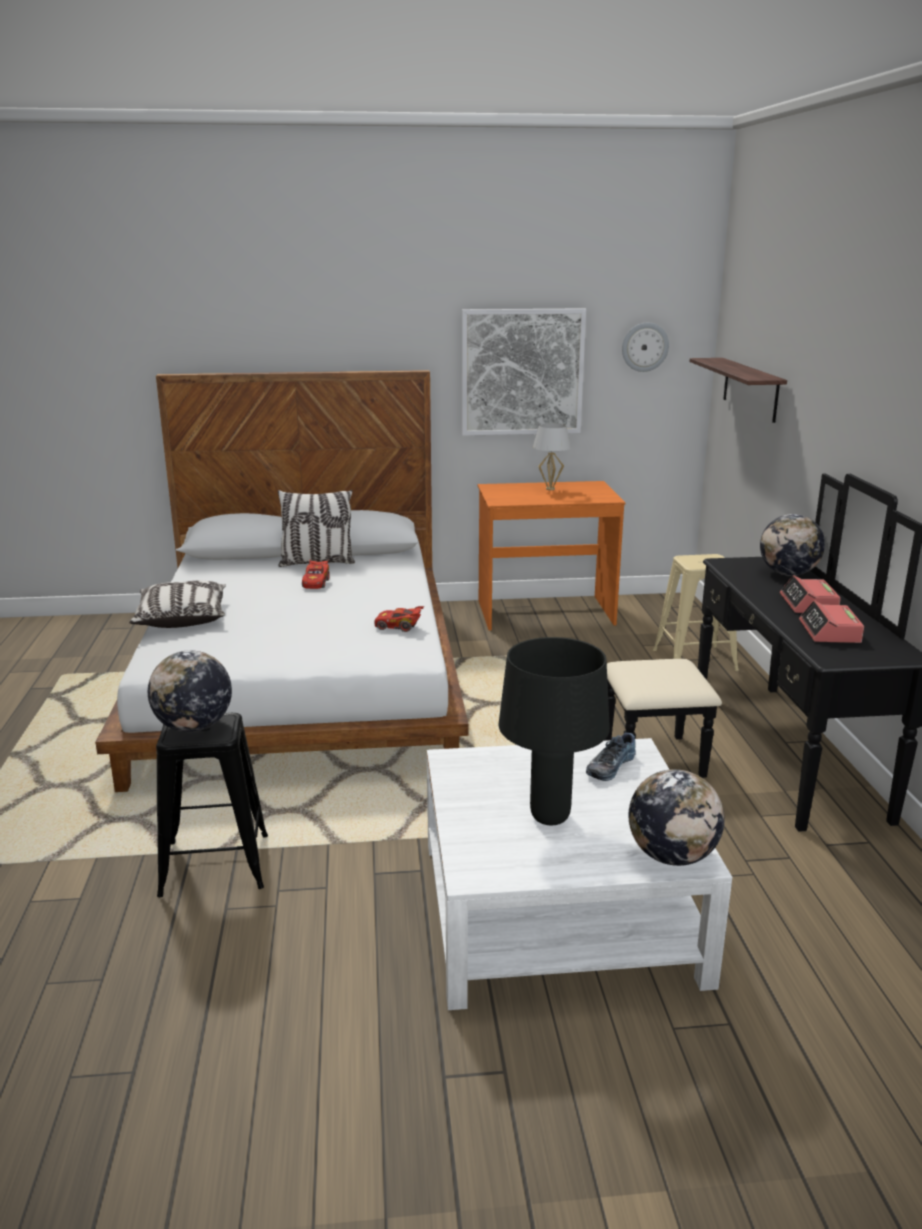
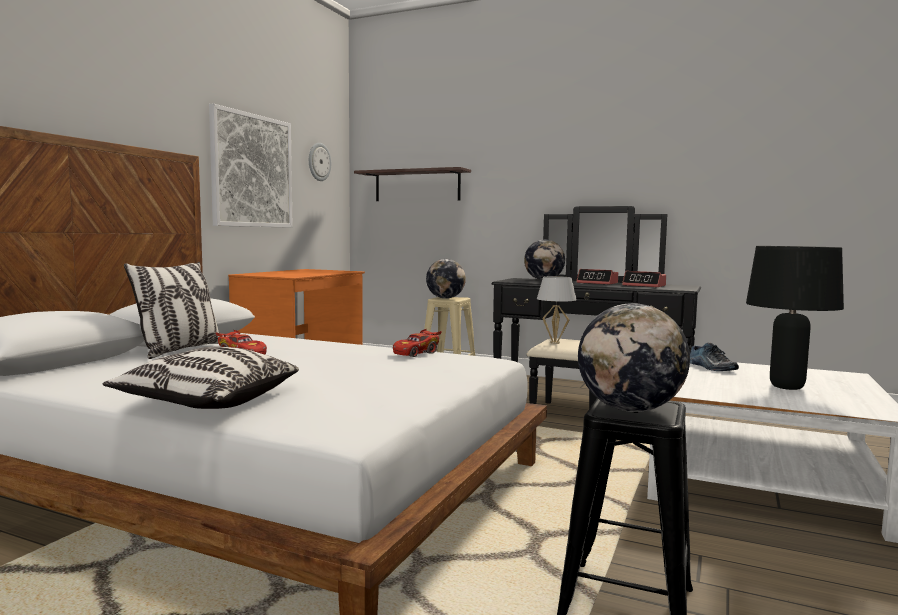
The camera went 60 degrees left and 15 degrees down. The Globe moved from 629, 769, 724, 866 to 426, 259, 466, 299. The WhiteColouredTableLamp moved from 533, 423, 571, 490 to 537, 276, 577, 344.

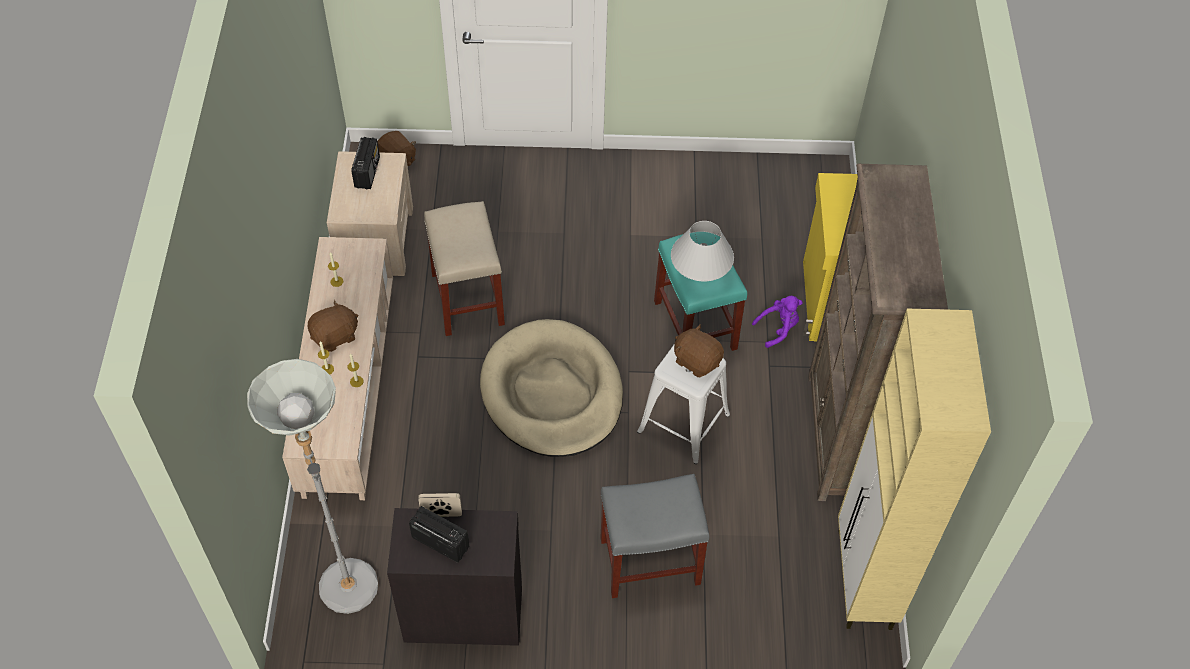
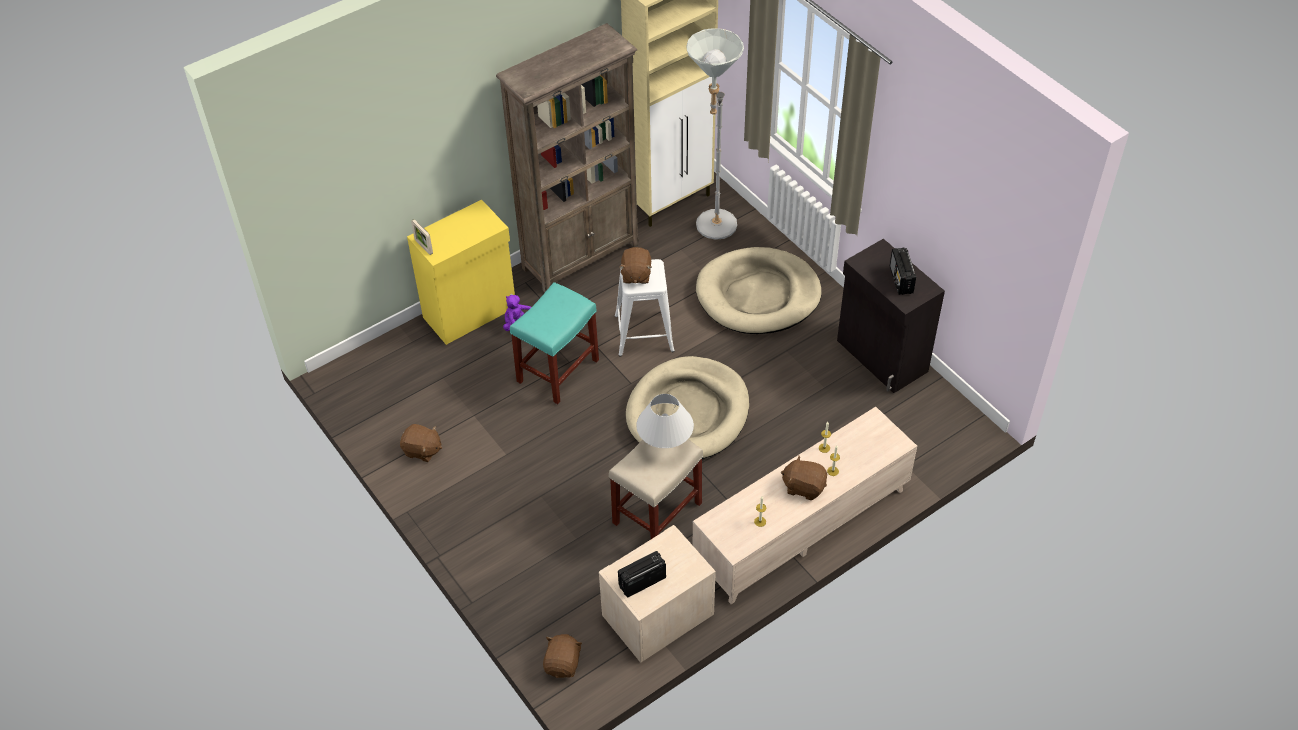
The camera went 125 degrees left and 5 degrees down. The BrownishSoftToy at 400, 424, 442, 462 appeared. The StandingFrame moved from 418, 493, 462, 517 to 411, 219, 433, 255. The WhiteColouredTableLamp moved from 671, 221, 734, 281 to 636, 394, 694, 448. The GreyStandardLamp moved from 247, 359, 378, 614 to 686, 28, 744, 240. The GreyStool at 600, 474, 709, 598 was replaced by the SandColouredPetBed at 696, 247, 822, 334.

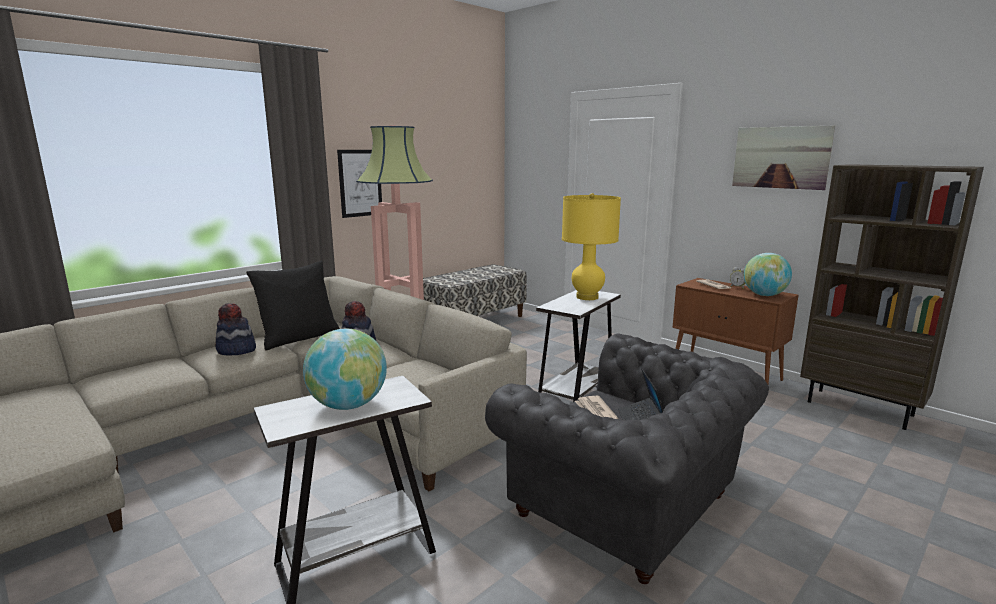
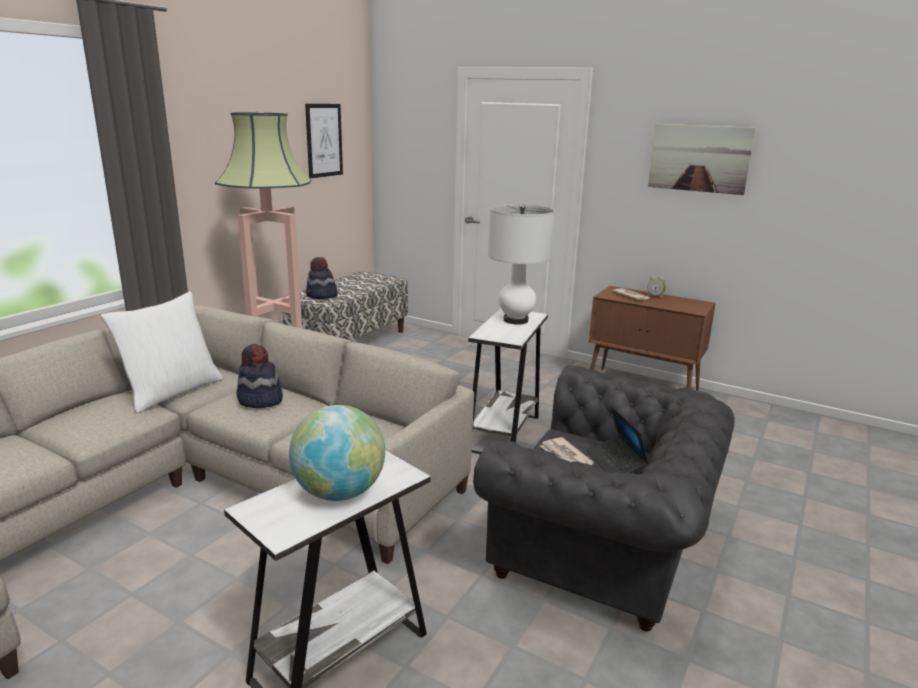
The camera went 15 degrees left and 5 degrees up. The BlackColouredCushion at 246, 261, 340, 350 became the WhiteColouredCushion at 100, 291, 223, 414. The Picture moved from 337, 150, 382, 218 to 305, 104, 343, 178. The WearableHat moved from 215, 303, 256, 355 to 306, 257, 338, 299. The YellowishTableLamp at 562, 193, 621, 300 became the WhiteColouredTableLamp at 488, 204, 555, 325. The Globe at 744, 253, 792, 296 disappeared. The BrownishBookcase at 800, 164, 984, 430 disappeared.

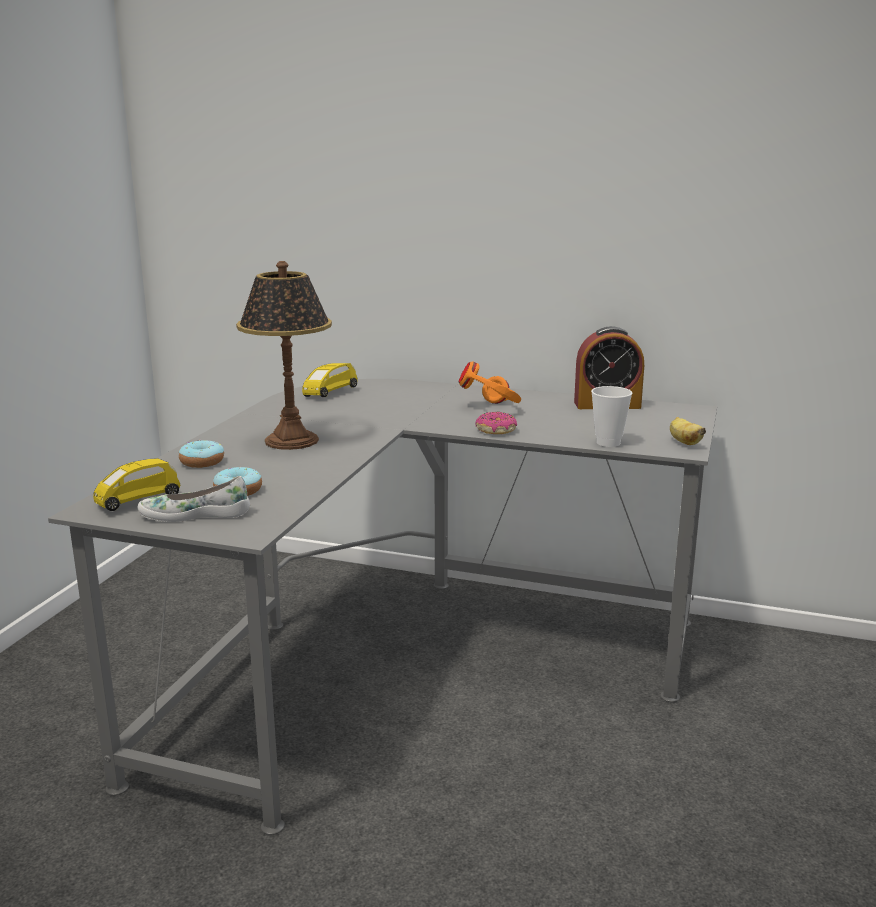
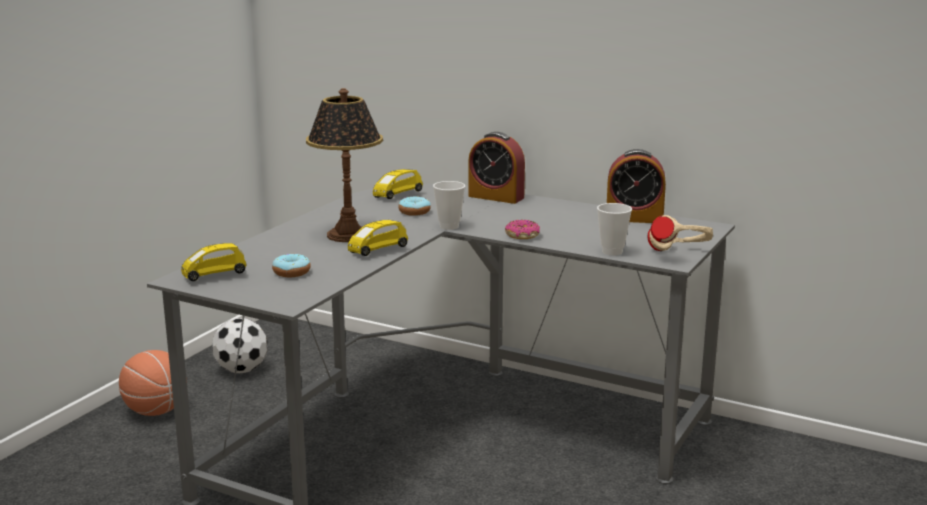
The camera went 10 degrees right and 0 degrees up. The BallForBasketball at 119, 350, 187, 416 appeared. The FootballBall at 212, 318, 267, 373 appeared. The YellowishModelCar at 348, 220, 408, 256 appeared. The RingDoughnut moved from 179, 440, 224, 468 to 398, 196, 431, 216. The DrinkingCup at 433, 181, 466, 230 appeared. The BedsideClock at 468, 132, 525, 204 appeared. The WholeBanana at 670, 417, 706, 445 was replaced by the SandColouredHeadphones at 648, 215, 713, 251. The WhiteColouredItemOfFootwear at 137, 476, 250, 522 disappeared. The OrangeyHeadphones at 459, 362, 521, 404 disappeared.

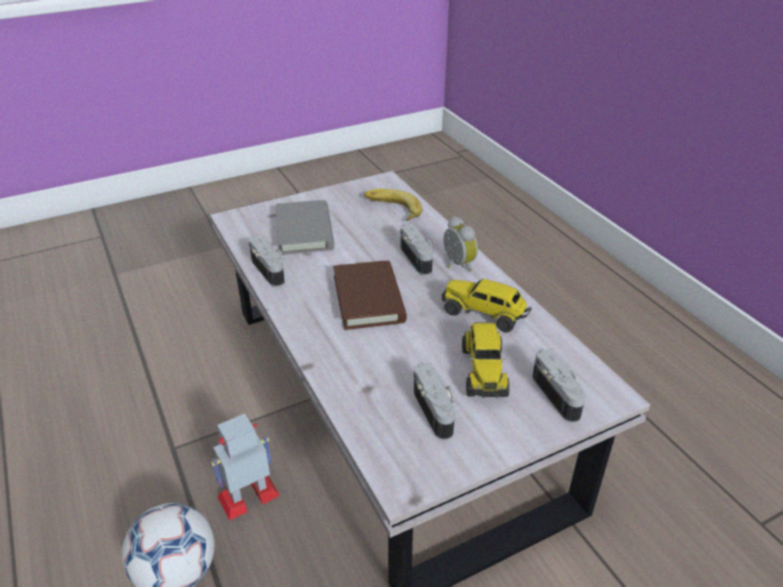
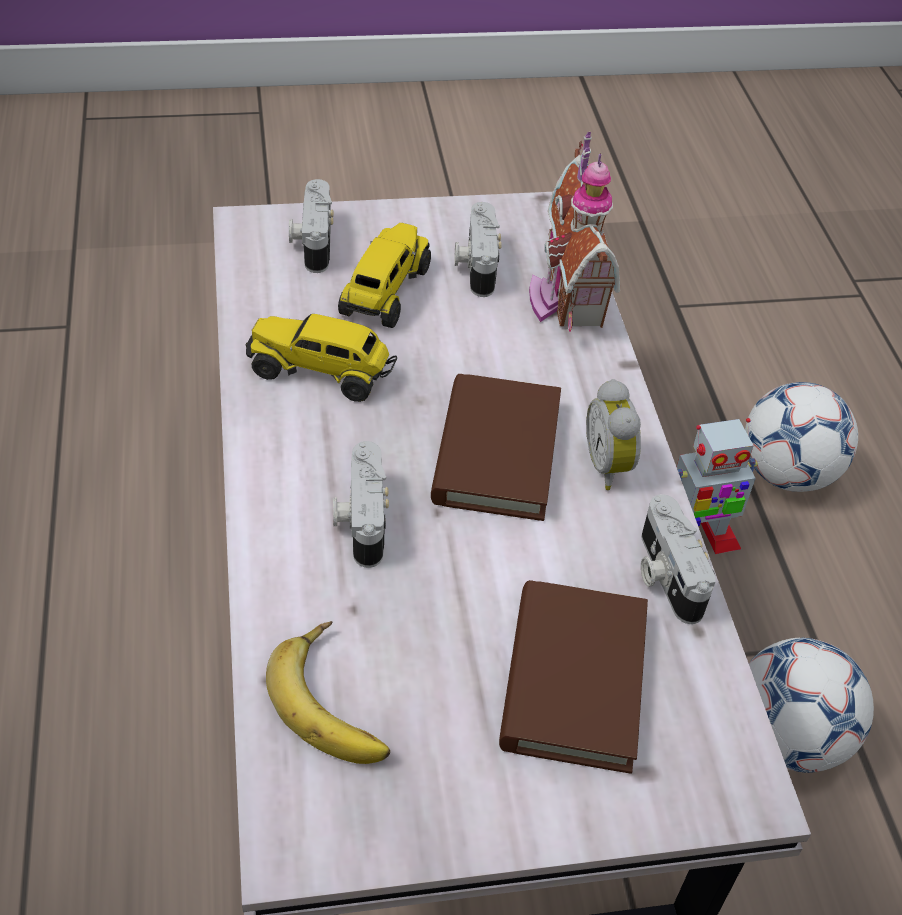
The camera went 165 degrees left and 10 degrees up. The ModelTruck at 442, 279, 532, 333 turned 150 degrees clockwise. The GreyBoundBook at 276, 200, 334, 255 became the BrownishBoundBook at 499, 580, 648, 774. The MiniatureHouse at 529, 132, 620, 332 appeared. The BedsideClock moved from 443, 216, 478, 271 to 586, 379, 641, 490. The FootballBall at 749, 638, 874, 773 appeared.

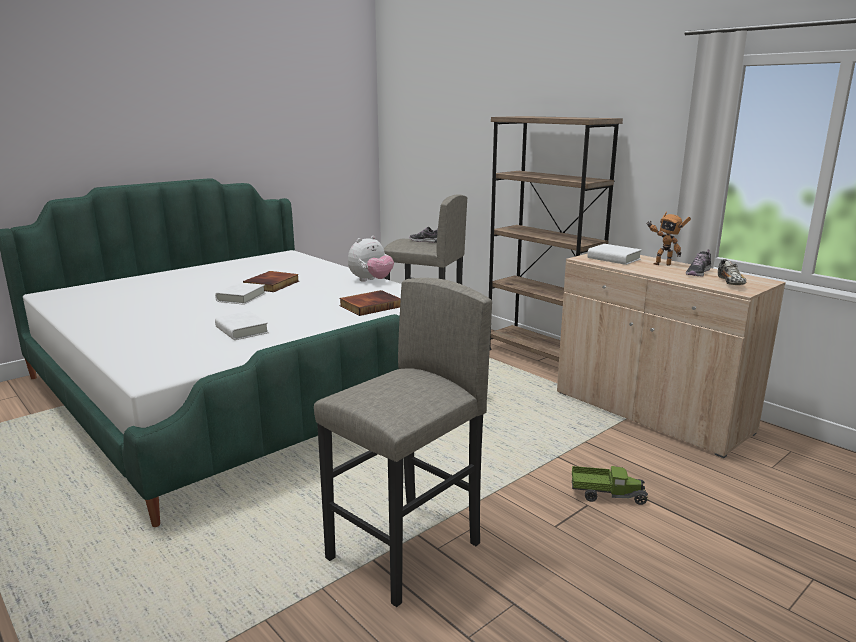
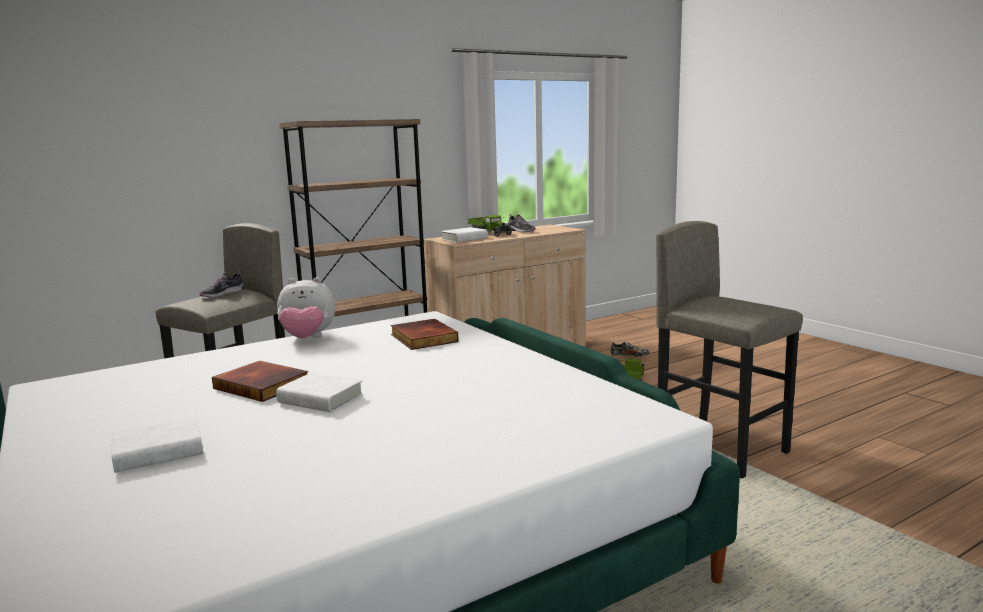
The camera went 80 degrees left and 5 degrees down. The WhiteColouredBoundBook moved from 215, 311, 269, 340 to 111, 417, 203, 473. The SoftToy at 348, 236, 394, 282 turned 120 degrees clockwise. The ToyRobot at 646, 211, 691, 266 was replaced by the ModelTruck at 468, 215, 512, 237. The ItemOfFootwear moved from 718, 259, 746, 285 to 610, 342, 649, 356.

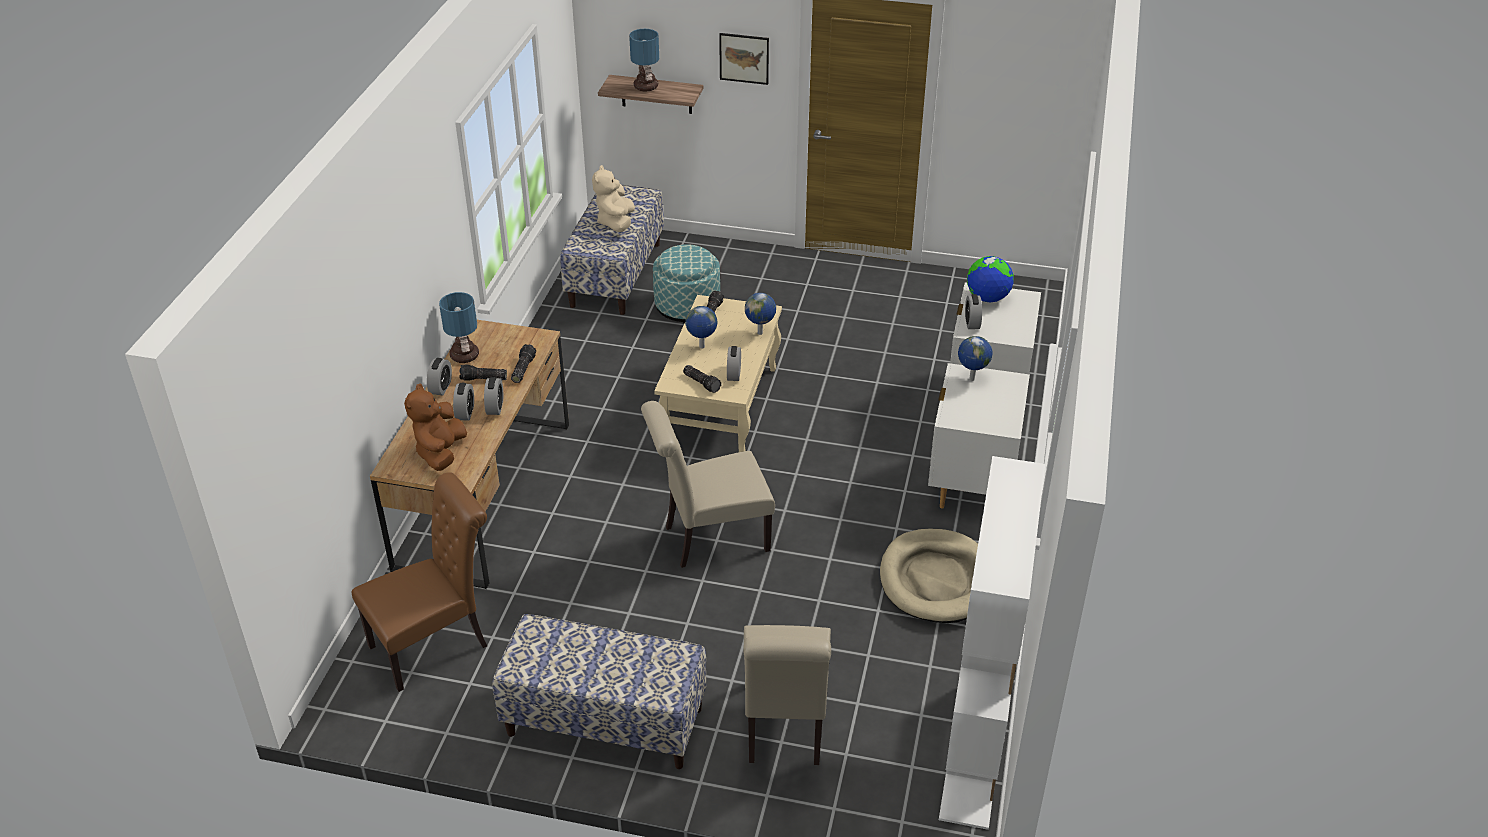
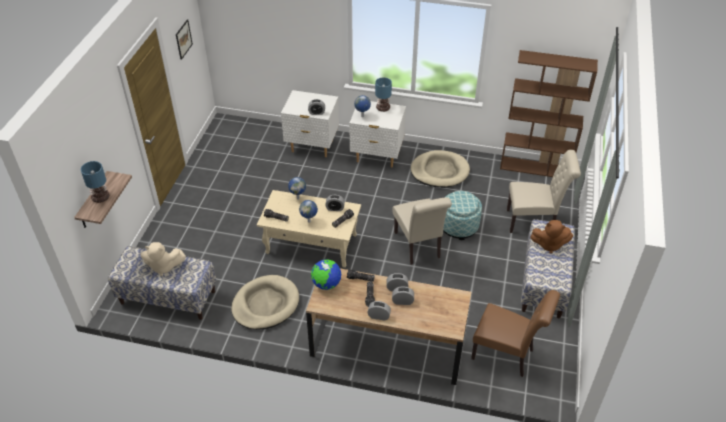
The camera went 90 degrees left and 5 degrees up. The Picture moved from 719, 33, 769, 85 to 176, 20, 193, 60. The SandColouredPetBed at 231, 275, 299, 330 appeared. The Globe moved from 967, 256, 1014, 303 to 311, 259, 341, 290. The TableLamp moved from 439, 292, 479, 363 to 375, 77, 392, 112. The Footrest moved from 653, 244, 720, 323 to 443, 191, 482, 240. The BrownishUprightChair at 352, 472, 487, 692 turned 150 degrees clockwise. The WhiteColouredBookcase at 939, 456, 1045, 830 became the BrownishBookcase at 500, 50, 598, 177. The BrownishSoftToy moved from 404, 383, 467, 471 to 530, 220, 573, 254.

